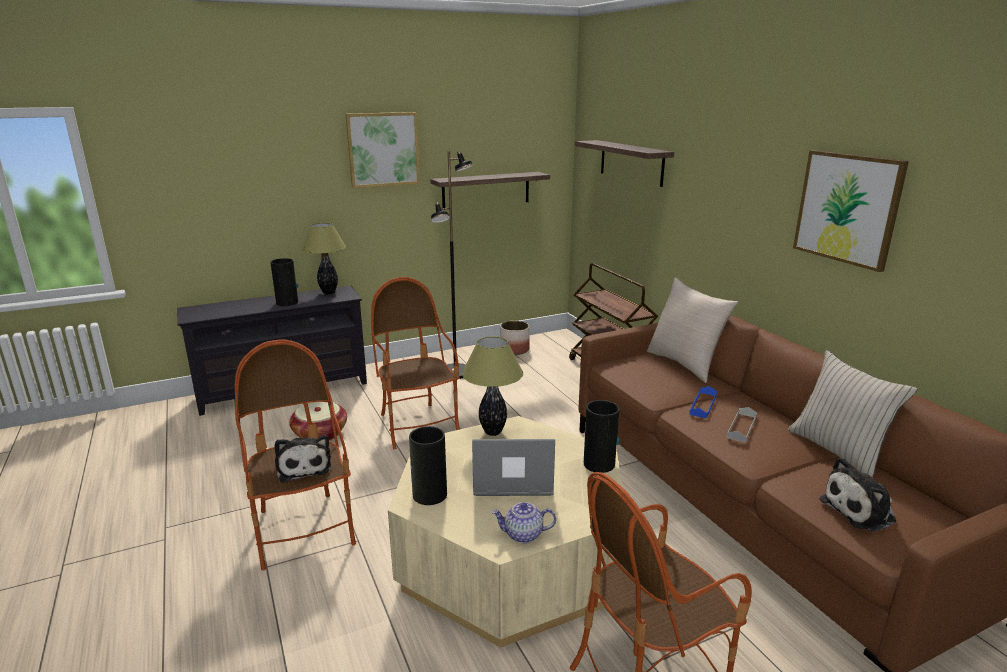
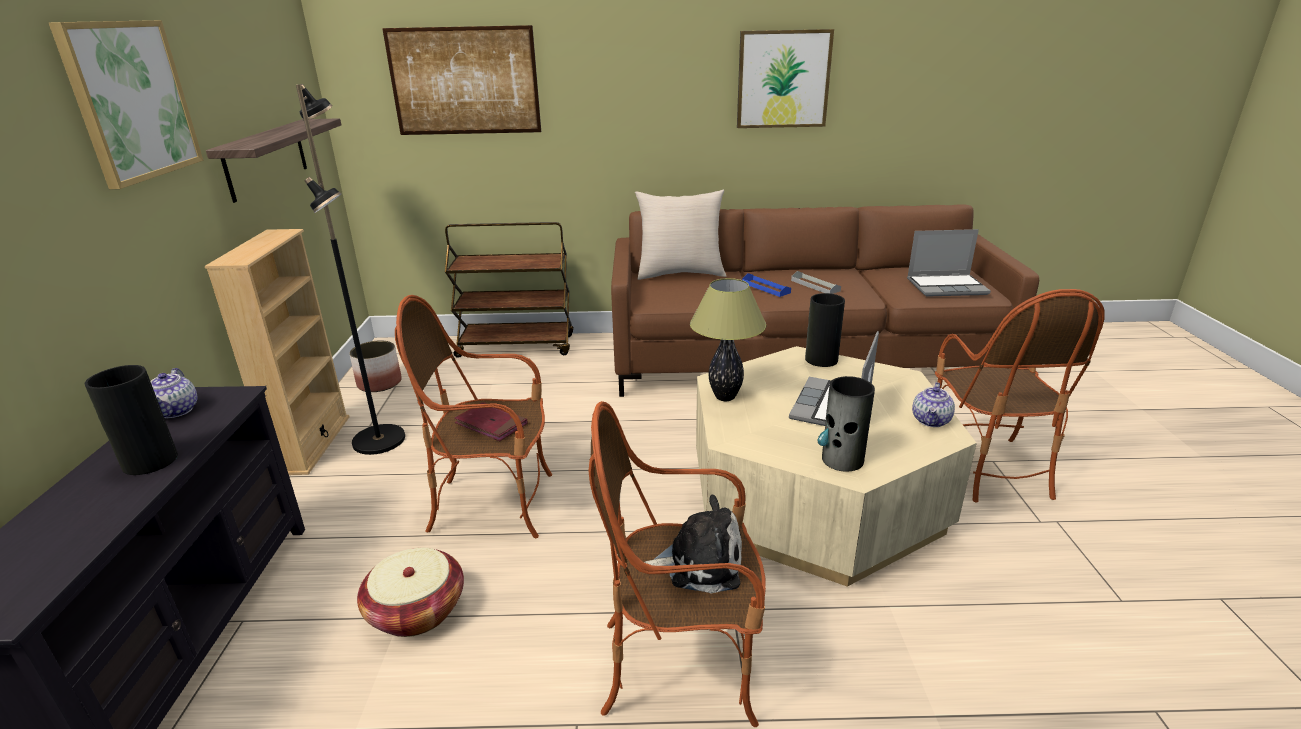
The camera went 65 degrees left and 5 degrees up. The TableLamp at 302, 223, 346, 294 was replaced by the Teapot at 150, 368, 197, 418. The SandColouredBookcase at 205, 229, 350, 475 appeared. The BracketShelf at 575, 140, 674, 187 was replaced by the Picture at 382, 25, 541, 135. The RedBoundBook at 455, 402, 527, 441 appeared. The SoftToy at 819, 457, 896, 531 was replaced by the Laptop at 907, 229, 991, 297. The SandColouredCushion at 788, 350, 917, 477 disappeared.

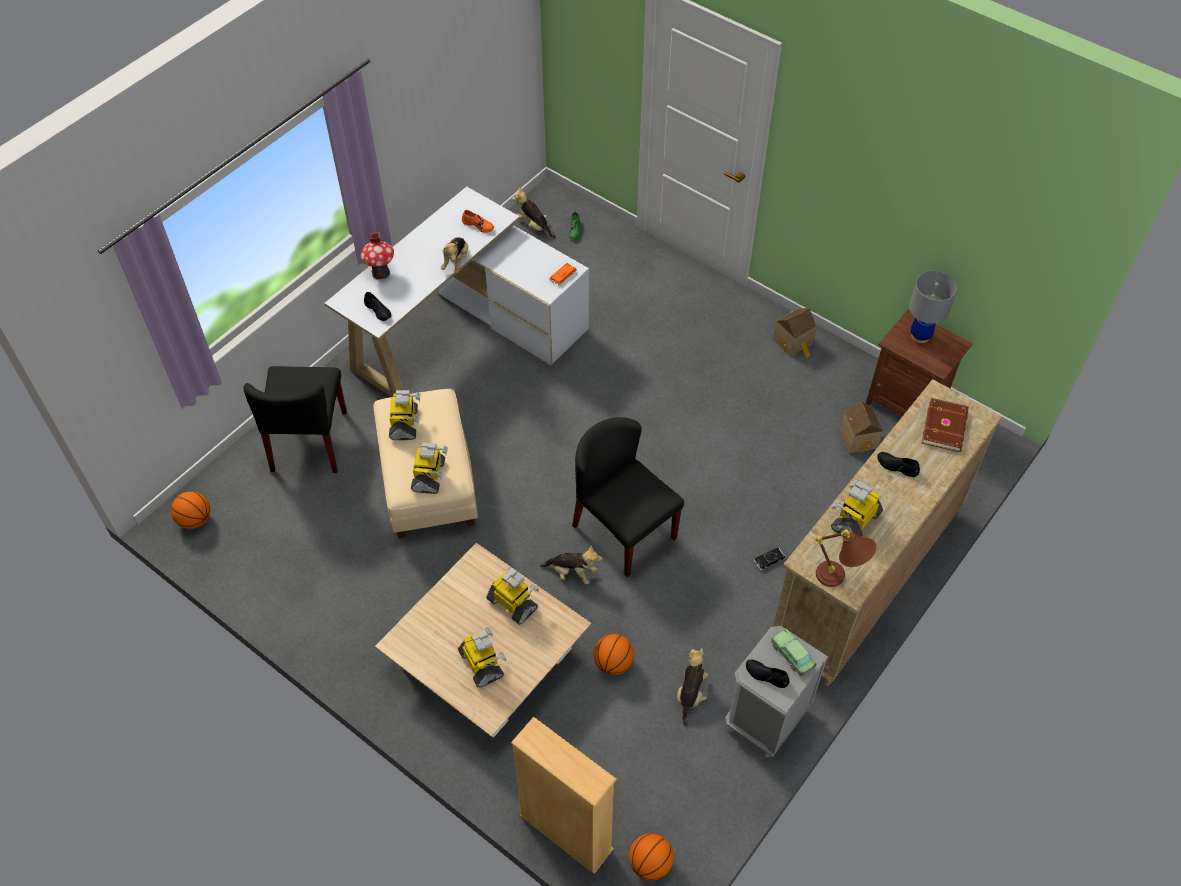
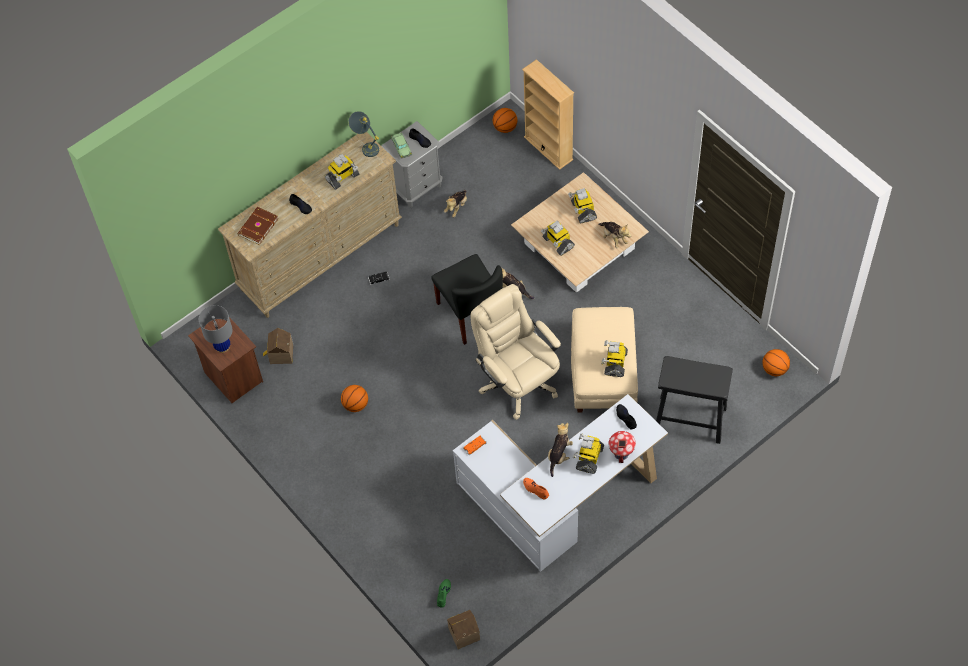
The camera went 165 degrees left and 5 degrees up. The BallForBasketball moved from 594, 634, 634, 675 to 341, 385, 368, 412. The BrownishTableLamp at 815, 529, 876, 587 became the GreyTableLamp at 348, 111, 379, 157. The MiniatureHouse moved from 773, 308, 816, 358 to 447, 610, 480, 649. The SandColouredOfficeChair at 471, 284, 561, 420 appeared. The ToyRobot moved from 411, 442, 448, 494 to 573, 433, 604, 474. The SoftToy moved from 512, 188, 556, 238 to 598, 222, 631, 248. The BlackColouredUprightChair at 244, 366, 347, 473 was replaced by the BlackColouredStool at 656, 356, 733, 444.

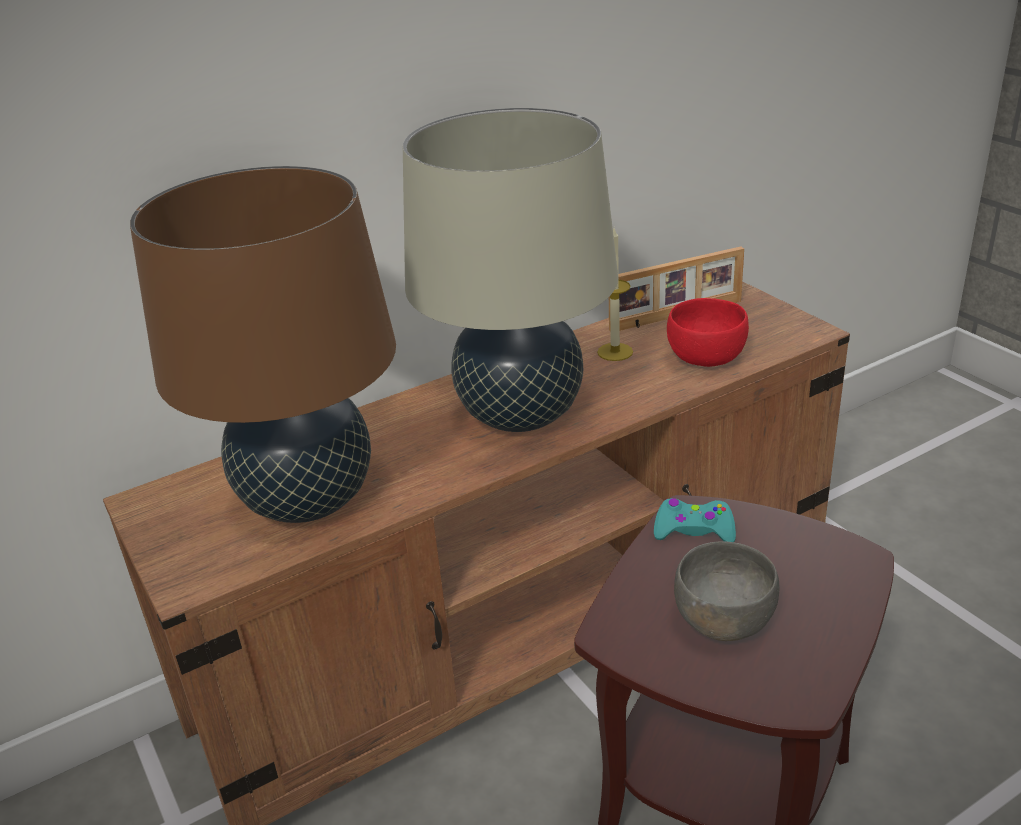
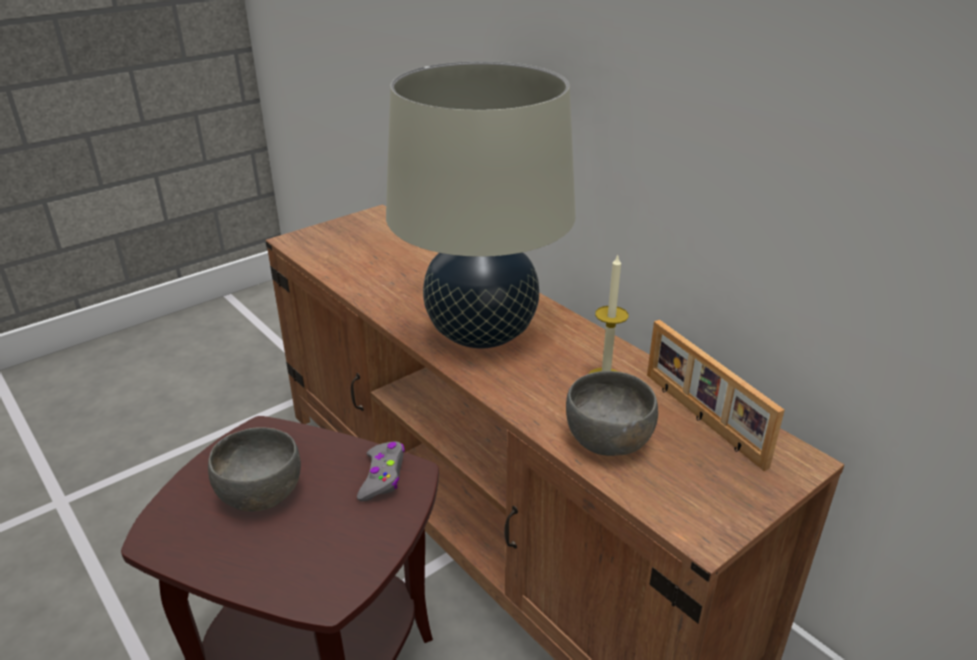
The camera went 80 degrees right and 0 degrees up. The TurquoiseGamepad at 654, 498, 736, 542 became the GreyGamepad at 357, 442, 405, 502. The RedBowl at 667, 298, 749, 367 became the GreyBowl at 566, 371, 658, 456. The BrownishTableLamp at 130, 166, 396, 523 disappeared.

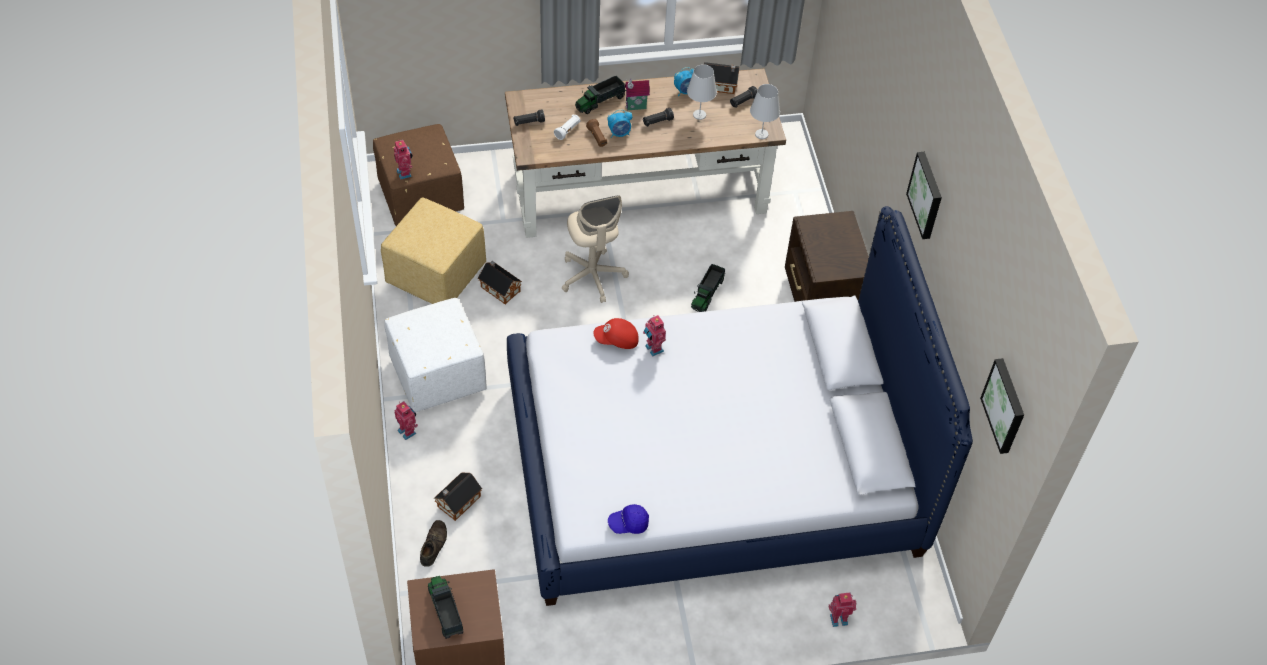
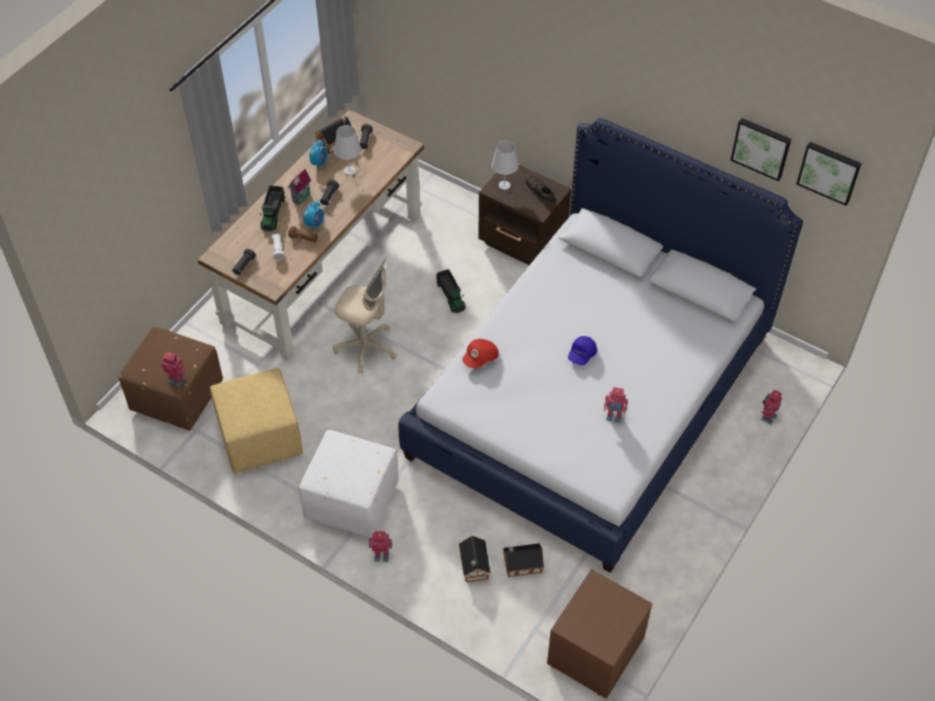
The camera went 45 degrees left and 0 degrees up. The WhiteColouredTableLamp moved from 750, 84, 780, 139 to 492, 141, 519, 190. The MiniatureHouse moved from 478, 261, 522, 305 to 503, 543, 544, 577. The BrownishItemOfFootwear moved from 420, 520, 447, 567 to 525, 176, 555, 204. The BluishBaseballCap moved from 608, 504, 649, 534 to 568, 336, 597, 365. The ToyRobot moved from 643, 315, 666, 357 to 604, 387, 628, 423. The Picture moved from 906, 152, 942, 239 to 730, 118, 791, 181. The ModelTruck at 428, 576, 464, 639 disappeared.

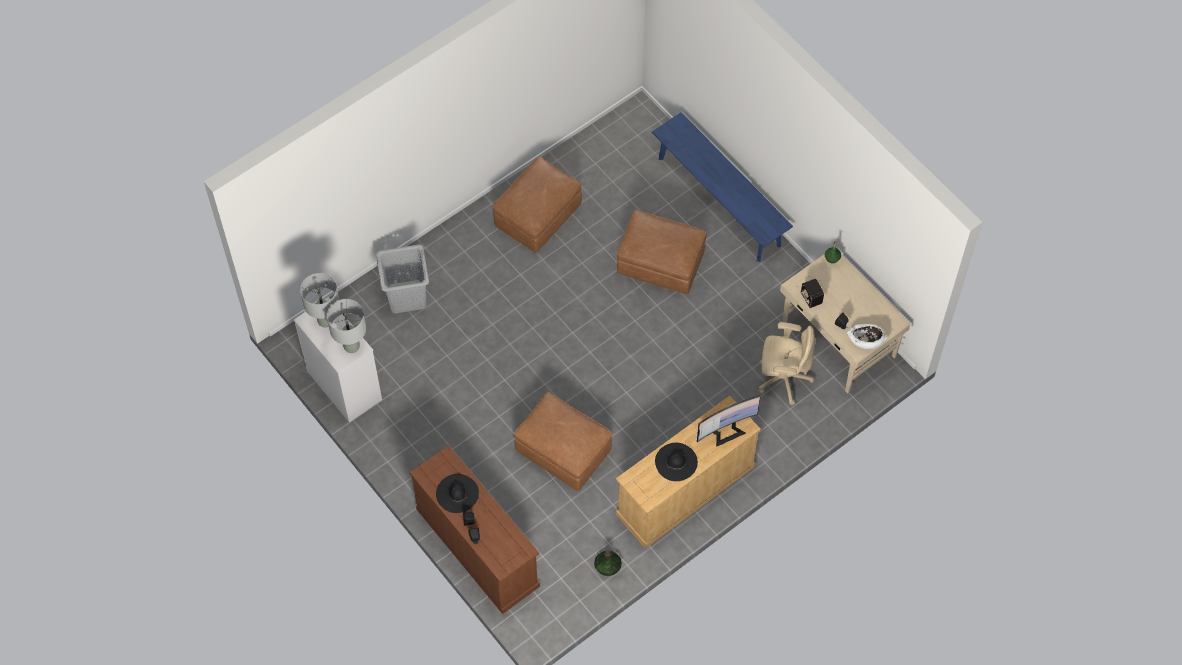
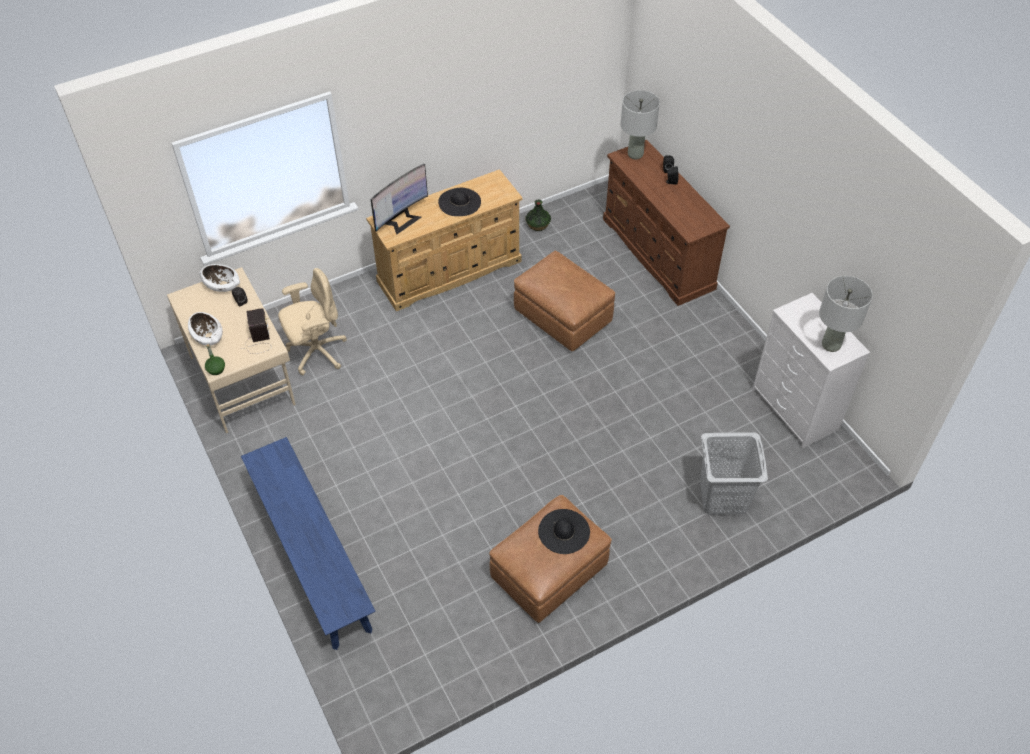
The camera went 170 degrees left and 10 degrees down. The WhiteColouredBowl at 188, 312, 223, 346 appeared. The SandColouredOfficeChair at 759, 322, 815, 405 turned 135 degrees clockwise. The Monitor at 697, 396, 760, 447 turned 150 degrees clockwise. The BlackColouredWearableHat moved from 436, 474, 479, 513 to 538, 509, 590, 554. The GreyTableLamp moved from 327, 299, 366, 353 to 621, 90, 660, 159. The BrownishFootrest at 617, 210, 707, 294 disappeared.

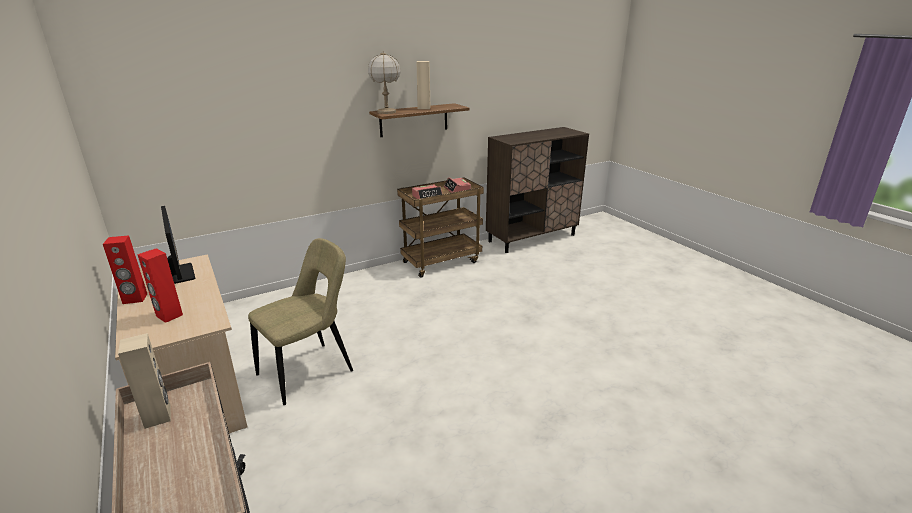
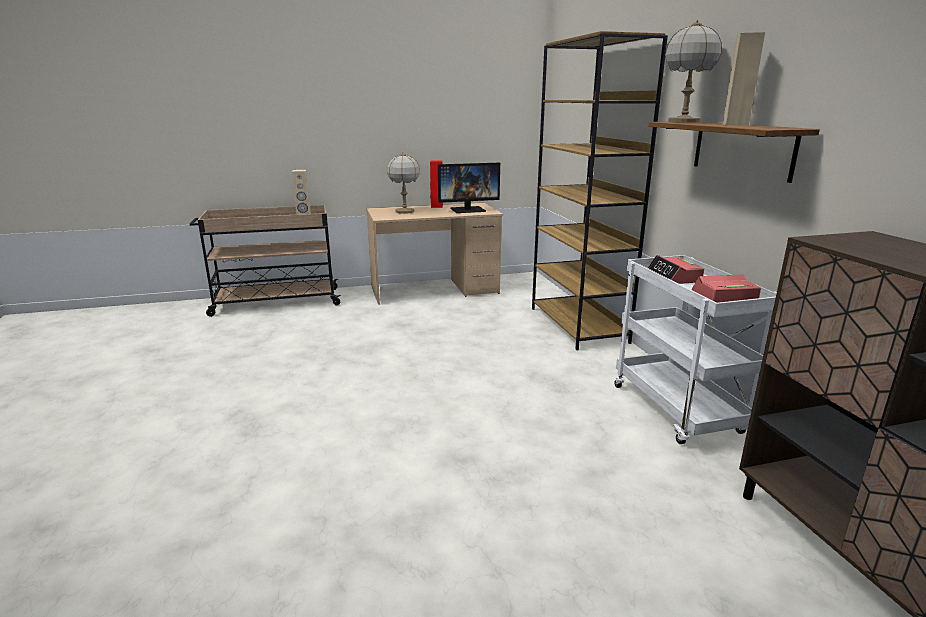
The camera went 105 degrees right and 5 degrees down. The RedLoudspeaker at 137, 248, 183, 323 was replaced by the TableLamp at 387, 152, 420, 214. The BrownishBookcase at 532, 31, 668, 350 appeared. The BrownishCart at 397, 177, 484, 278 became the WhiteColouredCart at 614, 255, 777, 444. The SandColouredUprightChair at 248, 238, 353, 405 disappeared.

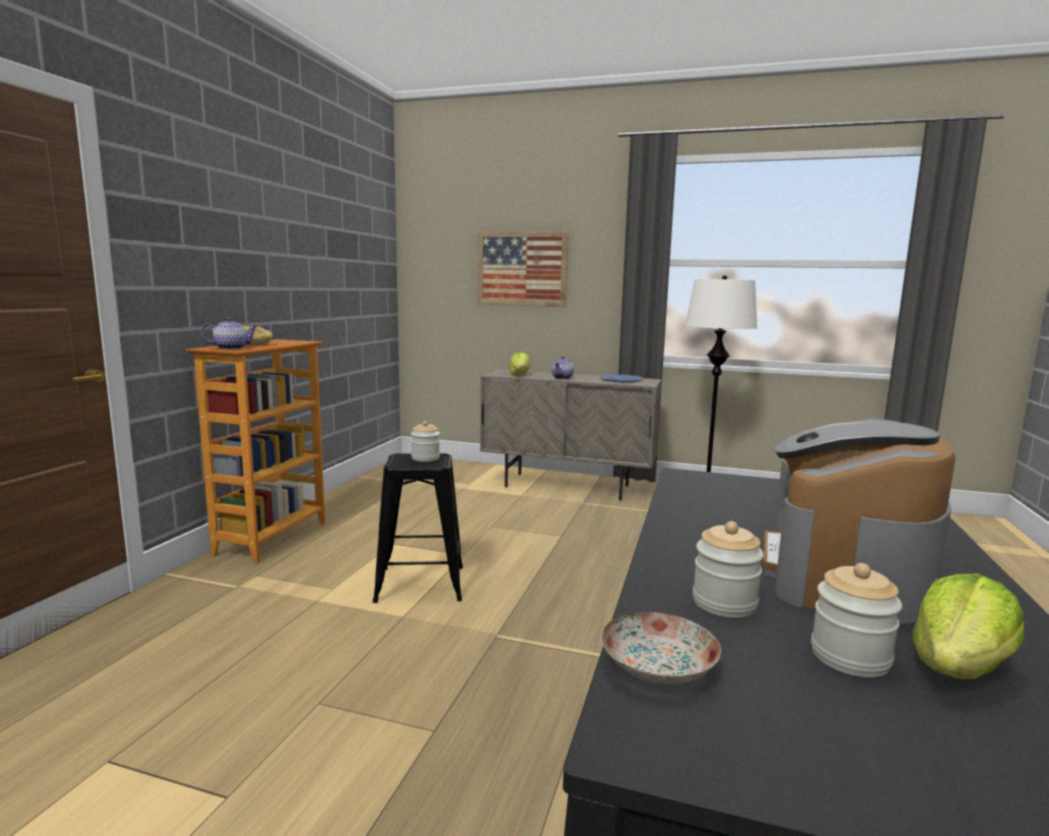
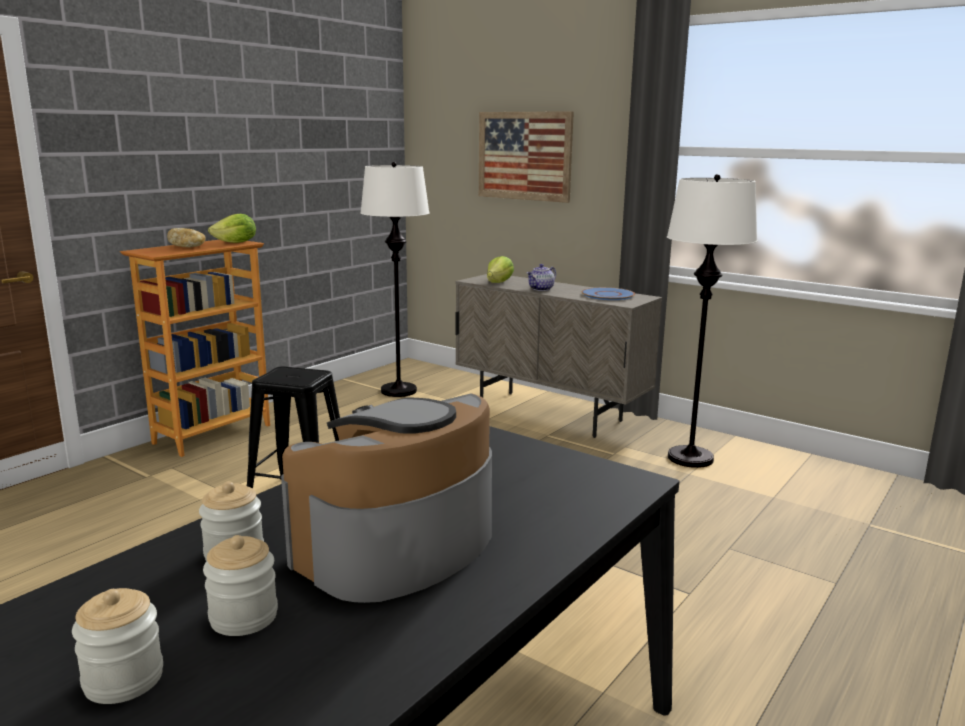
The camera went 20 degrees right and 5 degrees up. The PreserveJar moved from 411, 421, 440, 462 to 72, 588, 163, 704. The HeadOfLettuce moved from 913, 574, 1024, 679 to 208, 214, 256, 243. The WhiteColouredStandardLamp at 360, 162, 429, 397 appeared. The Teapot at 201, 317, 258, 350 disappeared. The DinnerPlate at 601, 612, 721, 684 disappeared.

